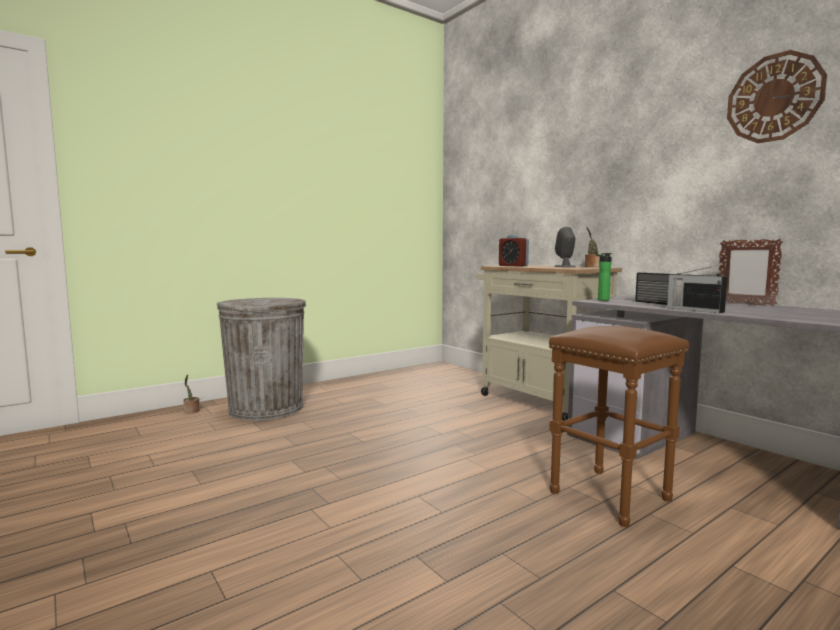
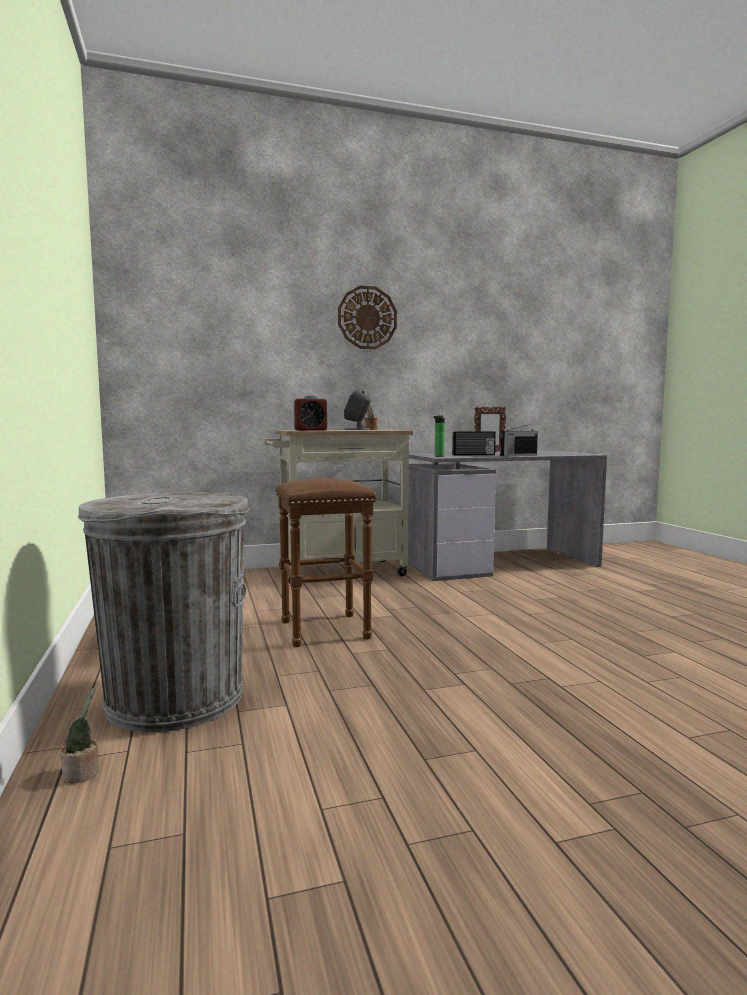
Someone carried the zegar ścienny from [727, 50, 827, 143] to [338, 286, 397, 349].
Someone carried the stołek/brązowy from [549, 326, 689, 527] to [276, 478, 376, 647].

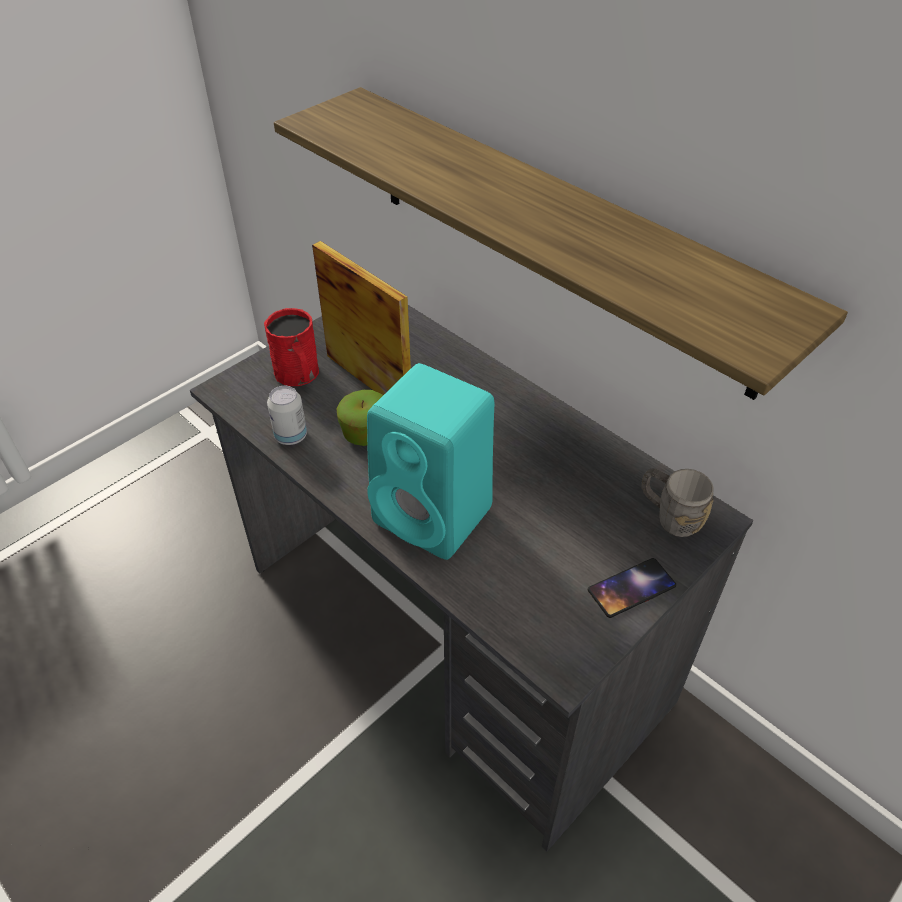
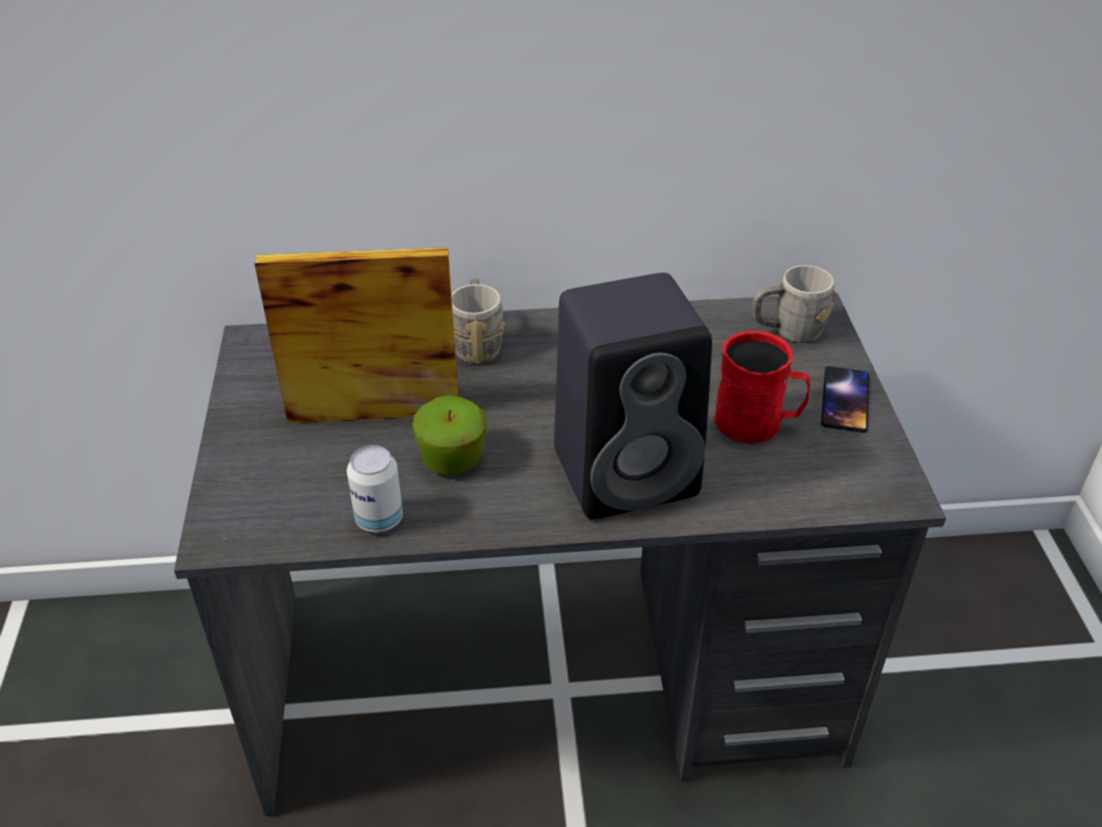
Someone took away the półka at [274, 87, 848, 400].
Someone carried the kubek/czerwony from [264, 308, 319, 386] to [714, 331, 810, 444].
Someone repainted the głośnik/turkusowy at [367, 363, 494, 560], which became the głośnik/czarny at [554, 273, 712, 520].
Someone put down the kubek/szary at [451, 278, 505, 364].

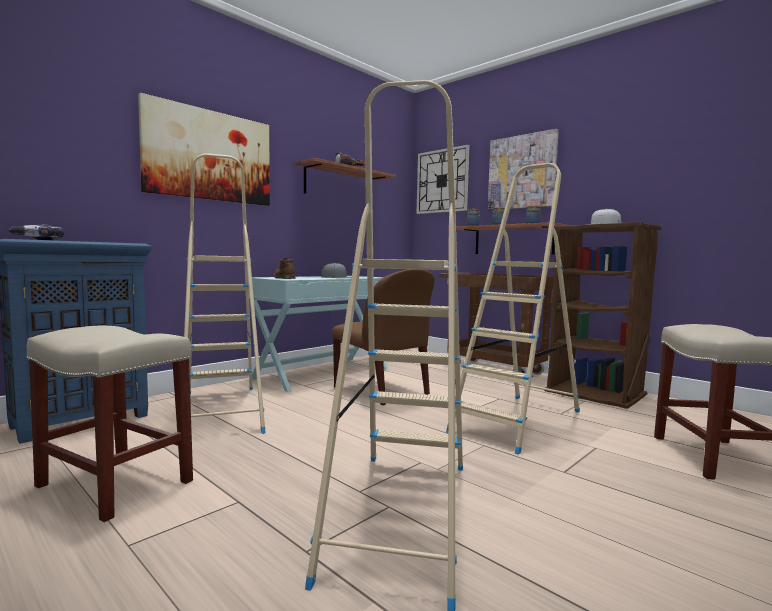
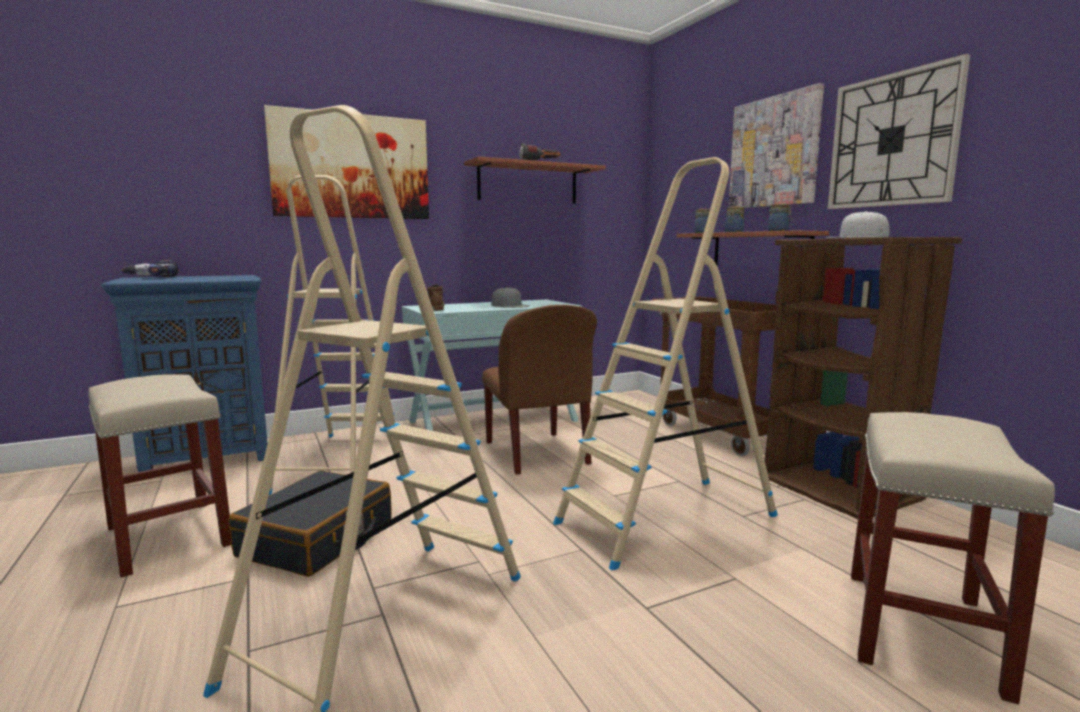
Someone carried the zegar ścienny from [417, 145, 470, 214] to [828, 54, 970, 209].
Someone put down the walizka/czarny at [228, 471, 392, 577].

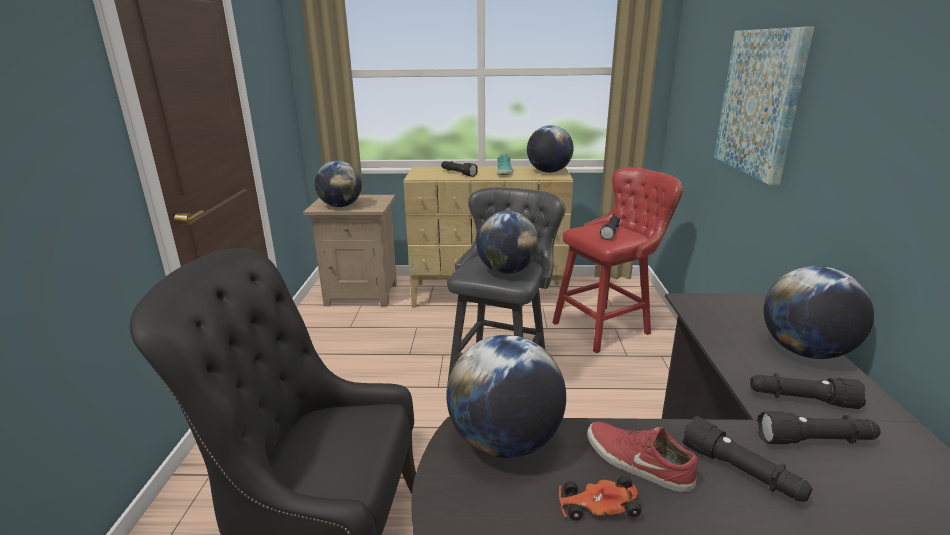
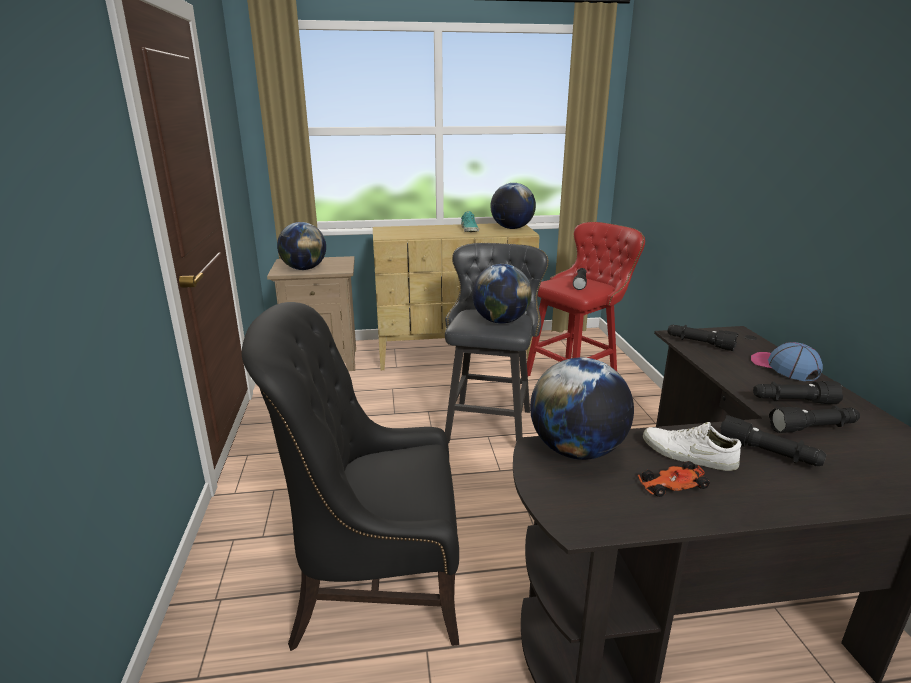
Someone took away the obraz at [714, 27, 815, 186].
Someone carried the latarka/czarny from [441, 161, 478, 177] to [668, 325, 738, 351].
Someone swapped the globus at [763, 266, 874, 359] for the czapka z daszkiem at [751, 342, 823, 381].
Someone repainted the but/czerwony at [587, 422, 697, 492], which became the but/biały at [643, 422, 741, 471].

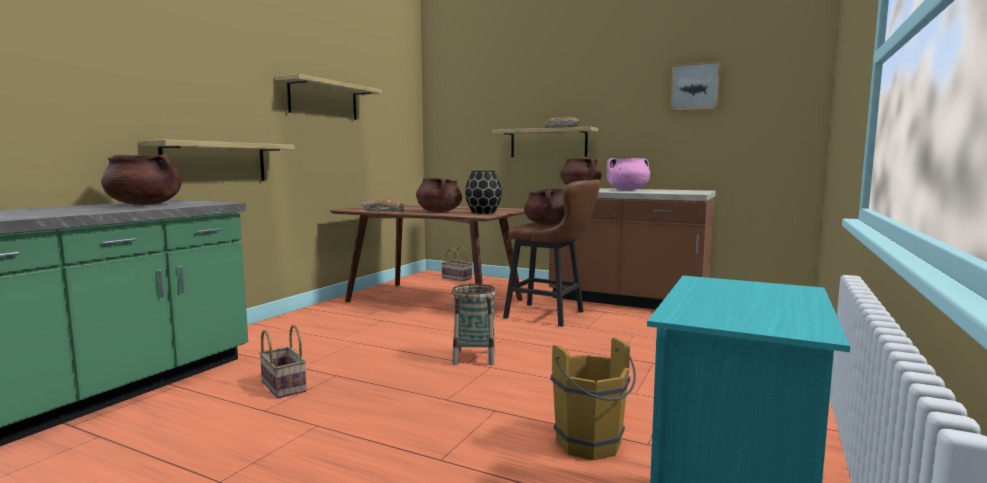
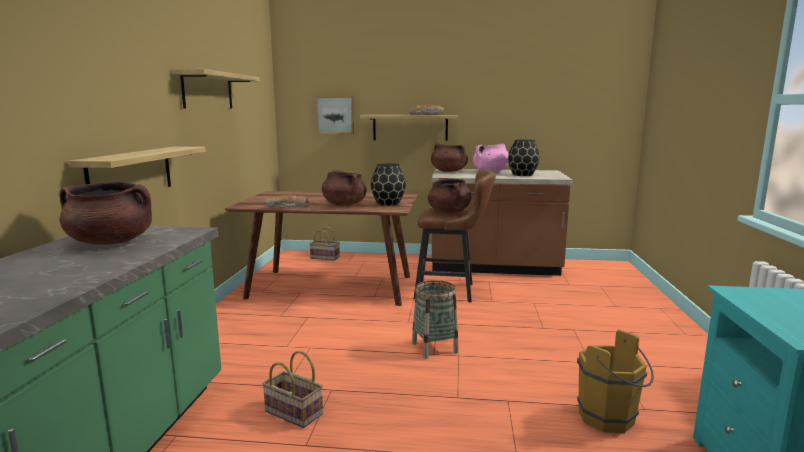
Someone carried the obraz from [670, 61, 721, 111] to [316, 96, 354, 134].
Someone put down the wazon/czarny at [508, 140, 539, 176].

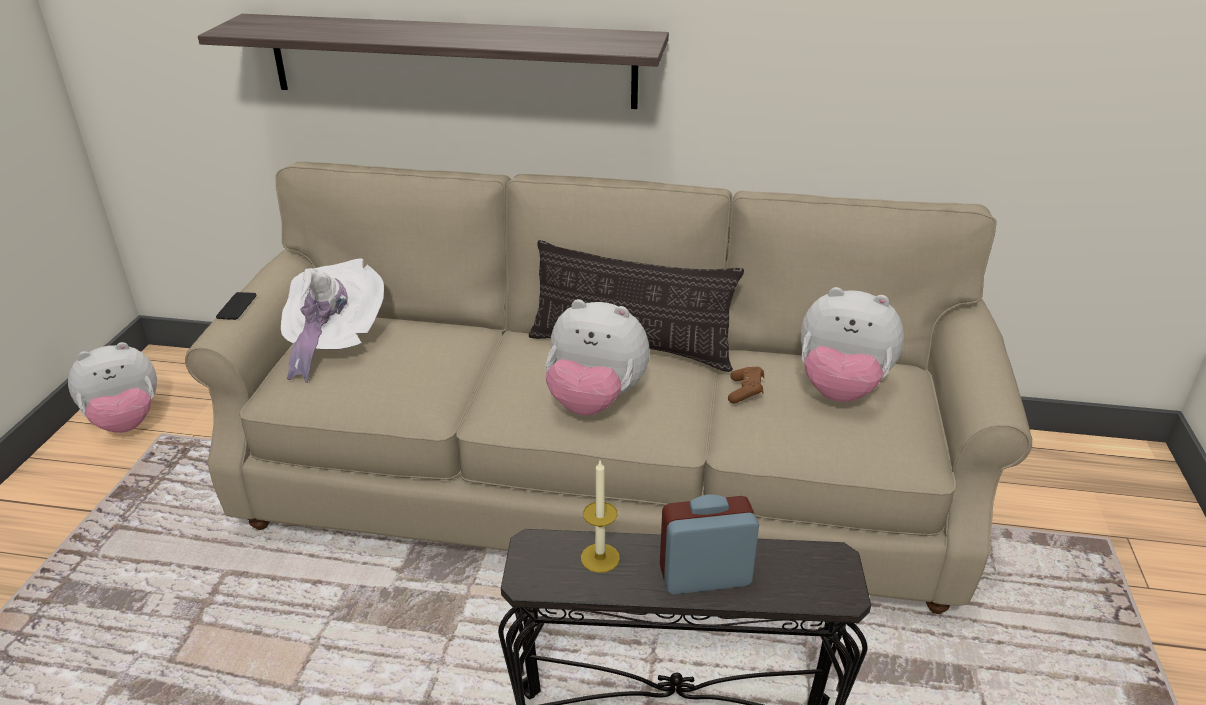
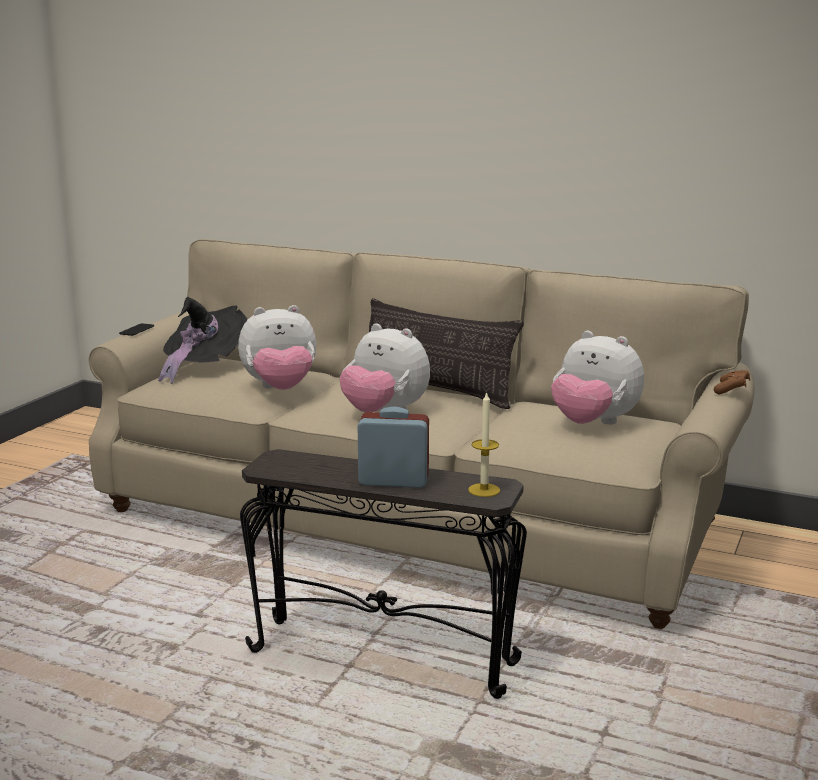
Someone took away the półka at [198, 14, 669, 109].
Someone repainted the kapelusz/biały at [281, 258, 384, 383], which became the kapelusz/czarny at [158, 297, 247, 384].
Someone carried the pluszak from [68, 342, 157, 433] to [238, 305, 316, 390].
Someone carried the pad do gier/brązowy from [728, 367, 764, 403] to [714, 370, 750, 394].
Someone carried the świeca from [581, 461, 620, 573] to [468, 391, 500, 497].

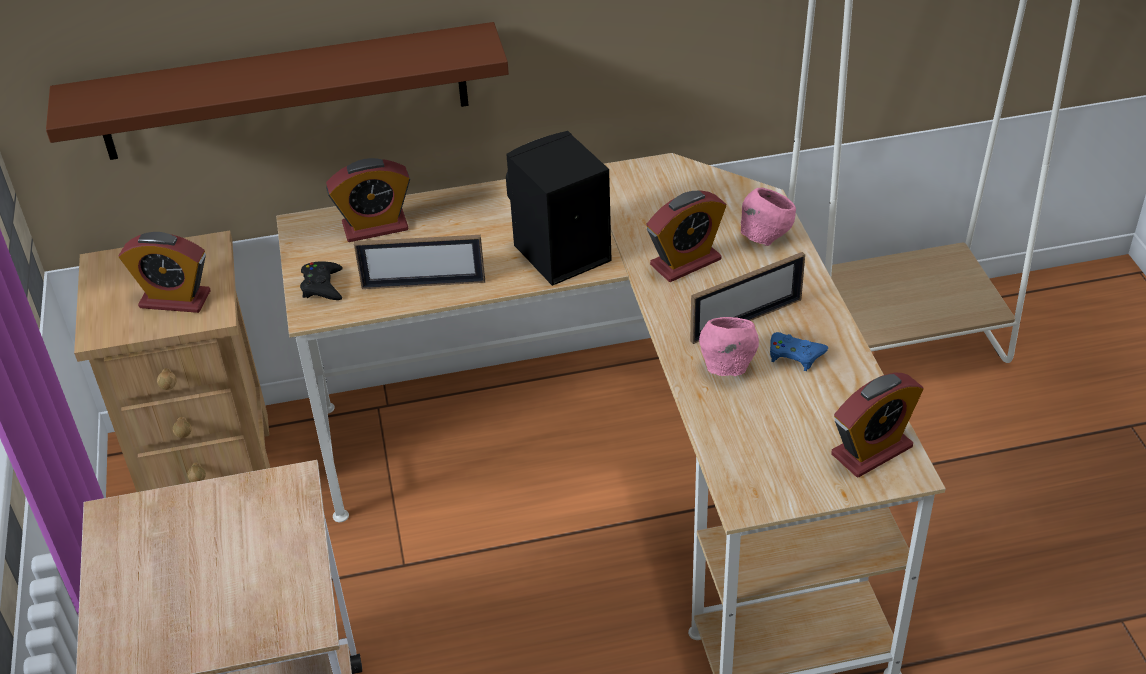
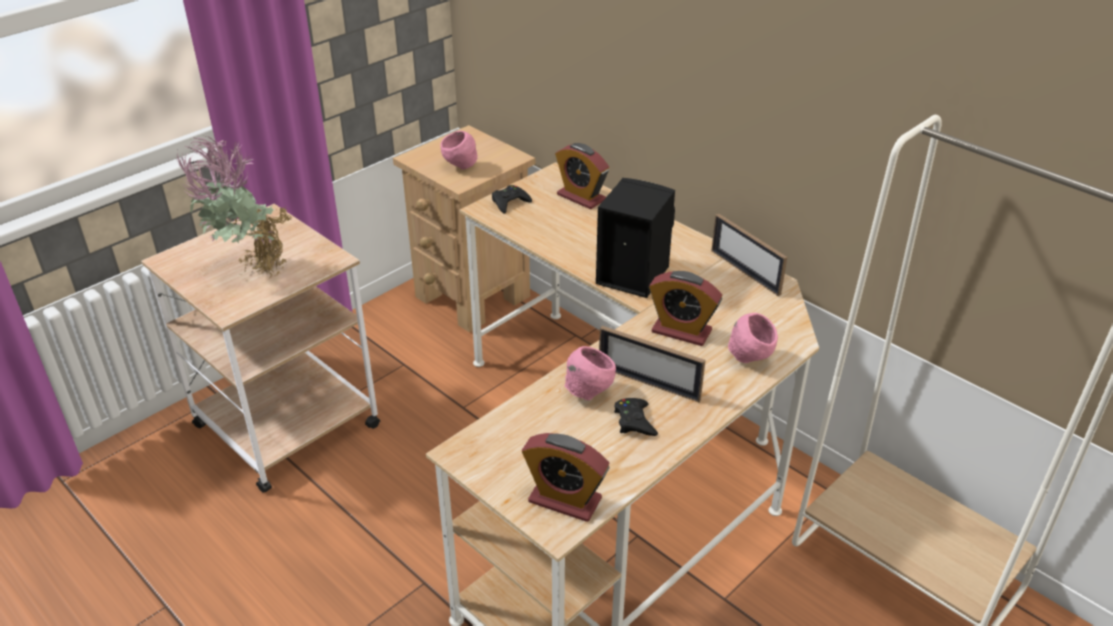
Someone took away the półka/brązowy at [46, 22, 509, 160].
Someone swapped the budzik at [118, 232, 211, 313] for the miska/różowy at [440, 131, 478, 170].
Someone carried the ramka na zdjęcie from [354, 235, 485, 289] to [712, 213, 787, 296].
Someone repainted the pad do gier/niebieski at [770, 332, 828, 371], which became the pad do gier/czarny at [614, 398, 658, 436].
Someone put down the roślina doniczkowa at [176, 136, 292, 279].

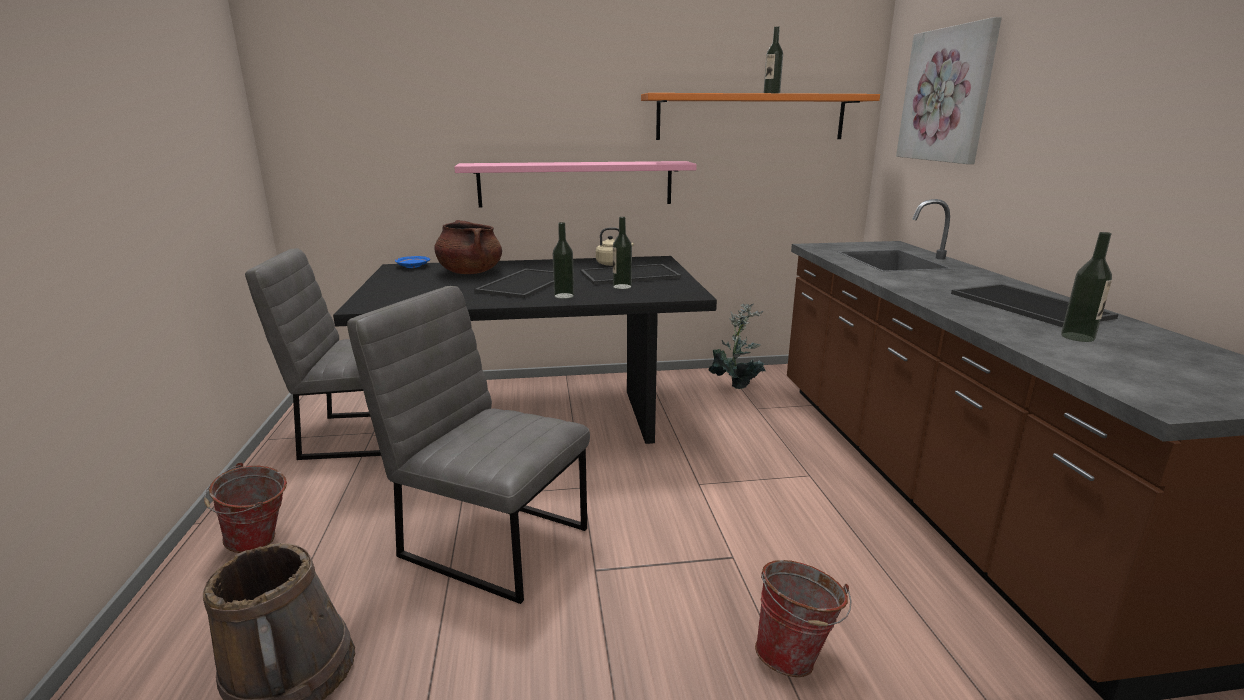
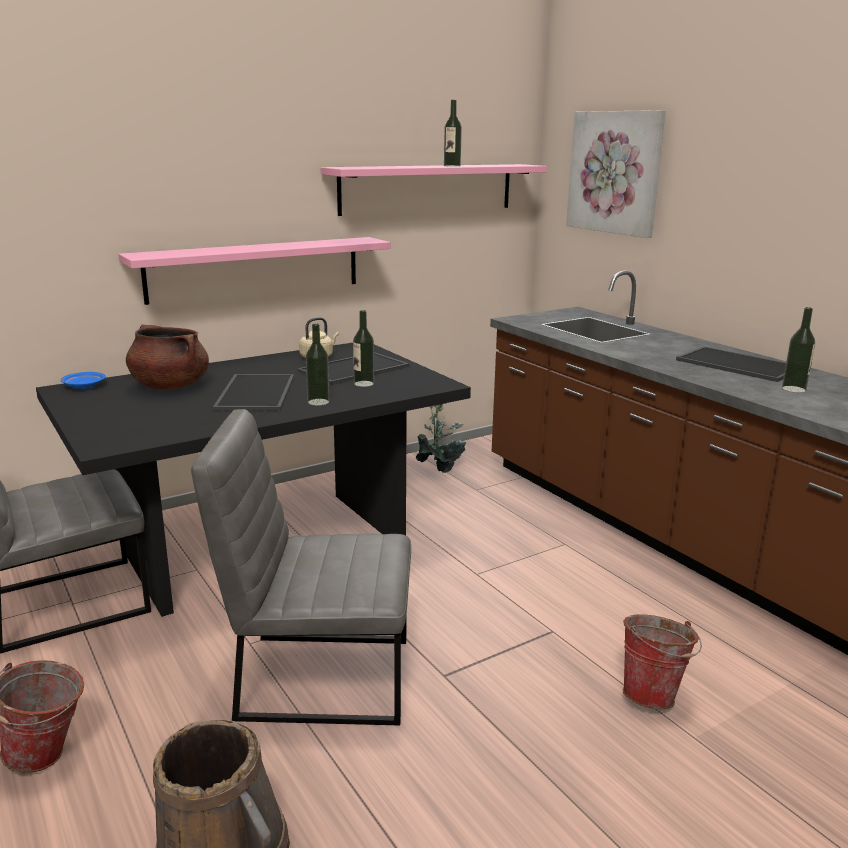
Someone repainted the półka/pomarańczowy at [641, 93, 880, 140], which became the półka/różowy at [321, 164, 547, 216].

